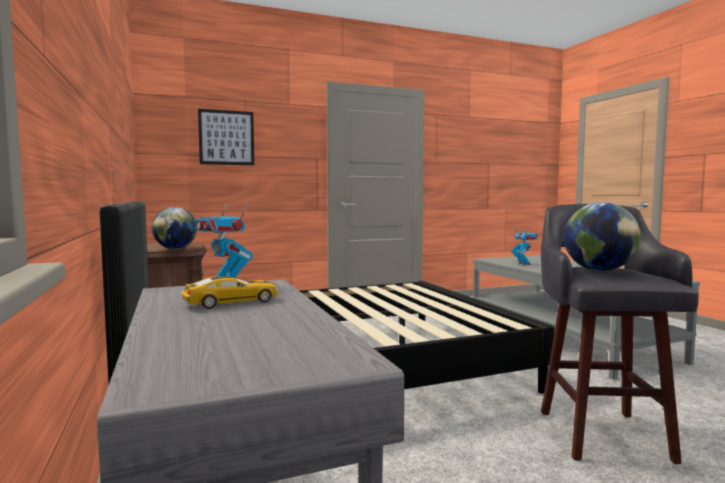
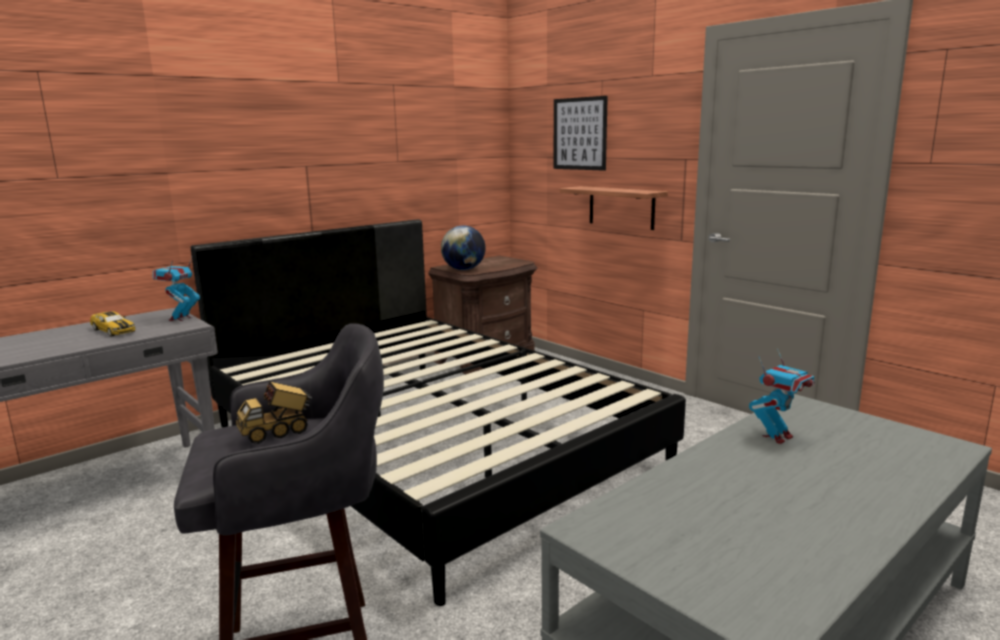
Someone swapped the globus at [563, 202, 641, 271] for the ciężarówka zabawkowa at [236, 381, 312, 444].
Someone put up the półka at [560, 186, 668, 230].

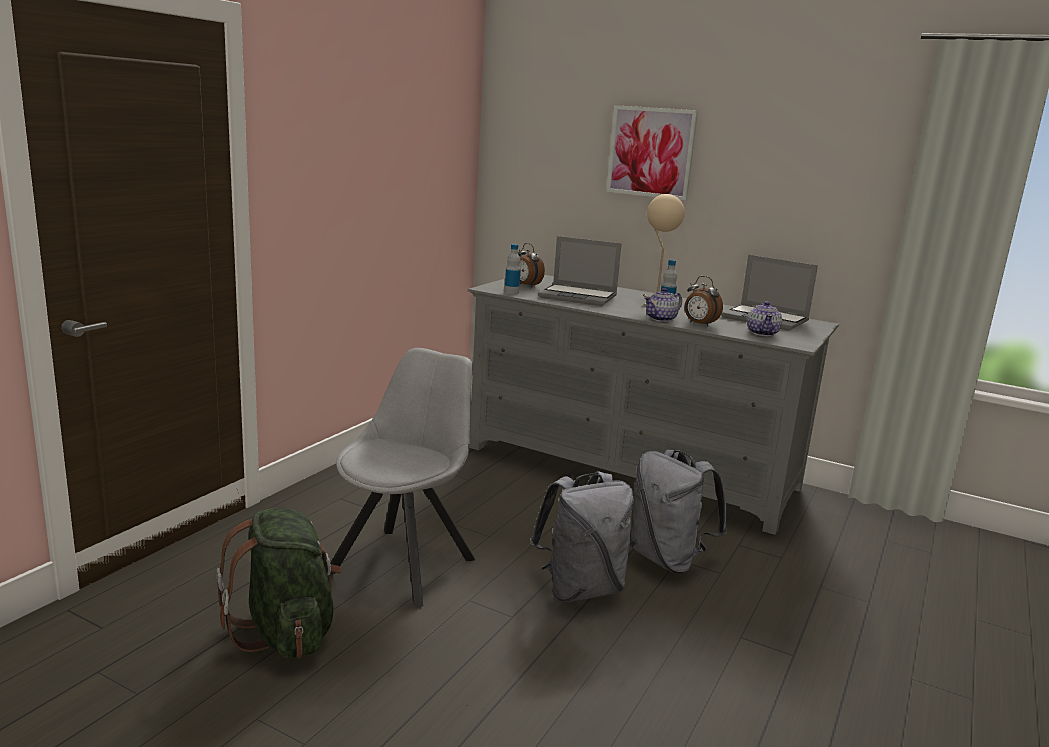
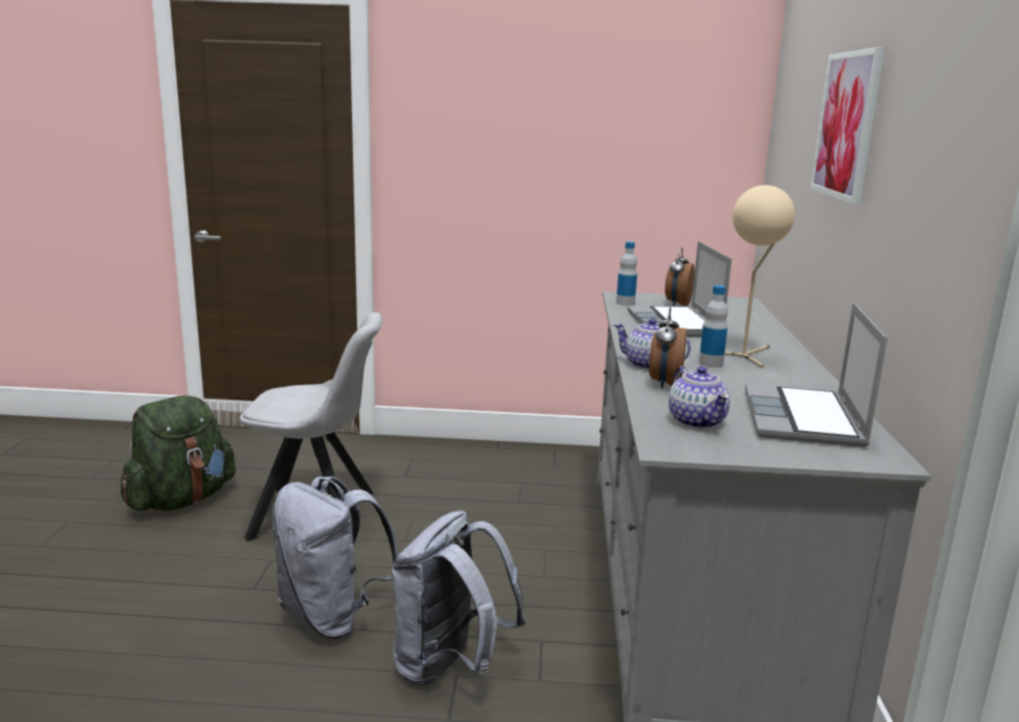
Someone rotated the imbryk at [747, 301, 782, 336] by 90 degrees counterclockwise.

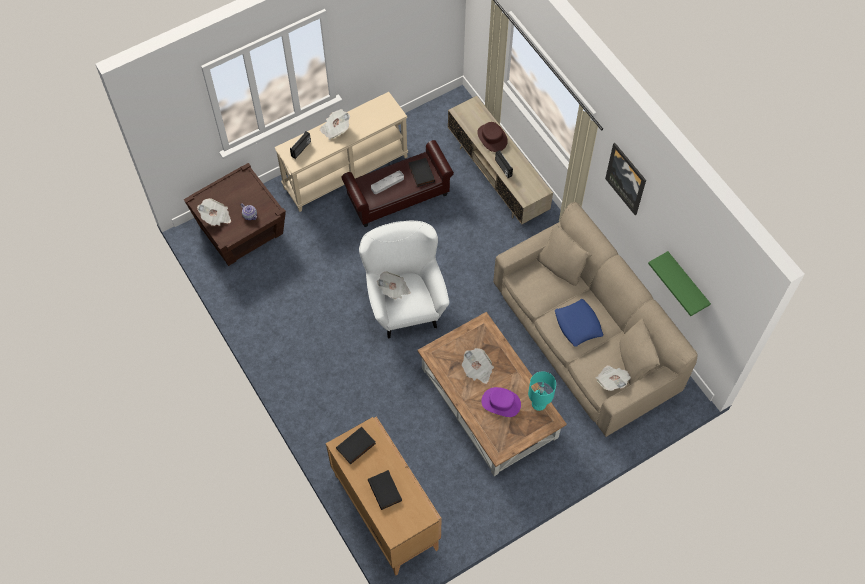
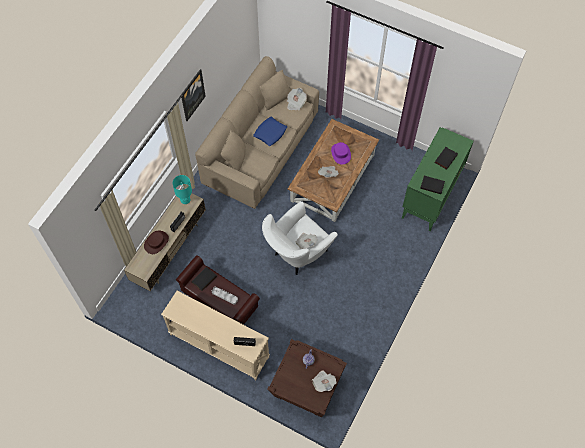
Someone took away the gazeta at [320, 109, 350, 140].
Someone took away the półka/zielony at [648, 251, 711, 316].
Someone carried the lampa stołowa/turkusowy from [528, 371, 556, 411] to [173, 175, 192, 204].
Someone repainted the szafka/brązowy at [326, 416, 442, 576], which became the szafka/zielony at [402, 127, 474, 231].

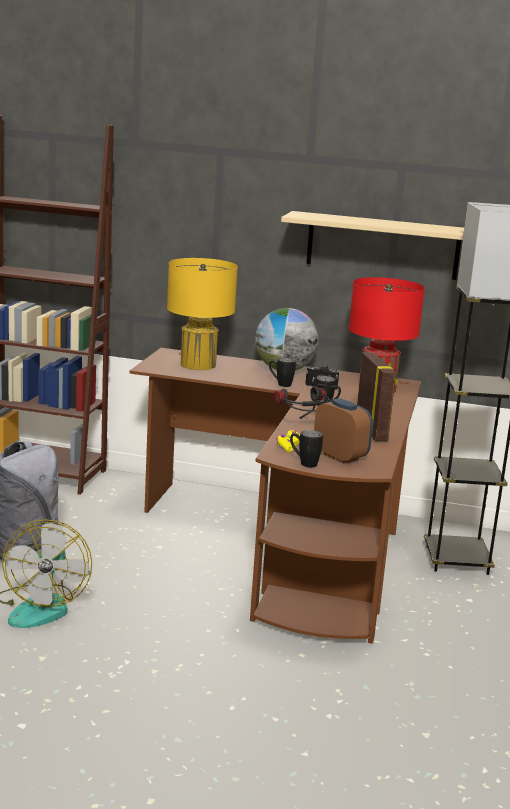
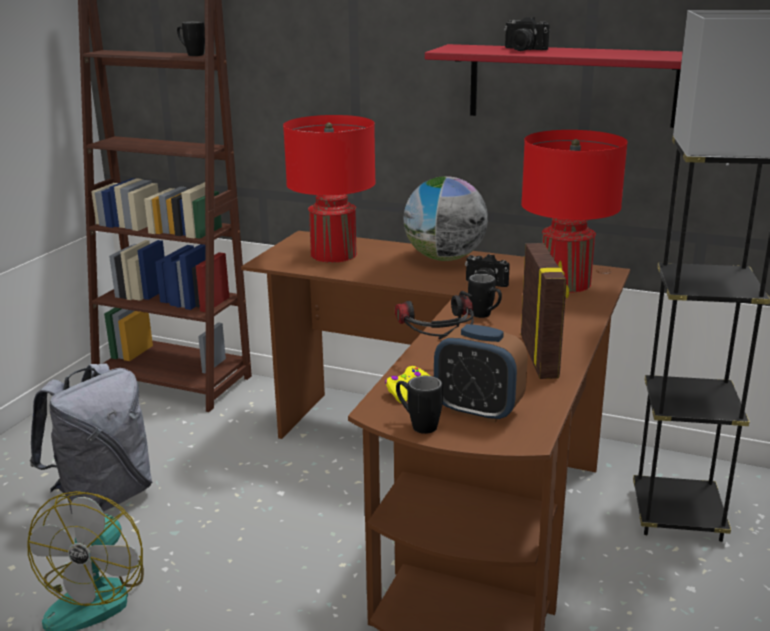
Someone repainted the półka/beżowy at [281, 211, 464, 280], which became the półka/czerwony at [425, 44, 683, 128].
Someone repainted the lampa stołowa/żółty at [167, 258, 238, 370], which became the lampa stołowa/czerwony at [283, 115, 376, 263].
Someone carried the kubek/czarny from [269, 357, 296, 387] to [177, 21, 205, 56].
Someone rotated the budzik at [314, 398, 373, 464] by 150 degrees clockwise.
Someone put down the aparat fotograficzny at [504, 17, 550, 51].

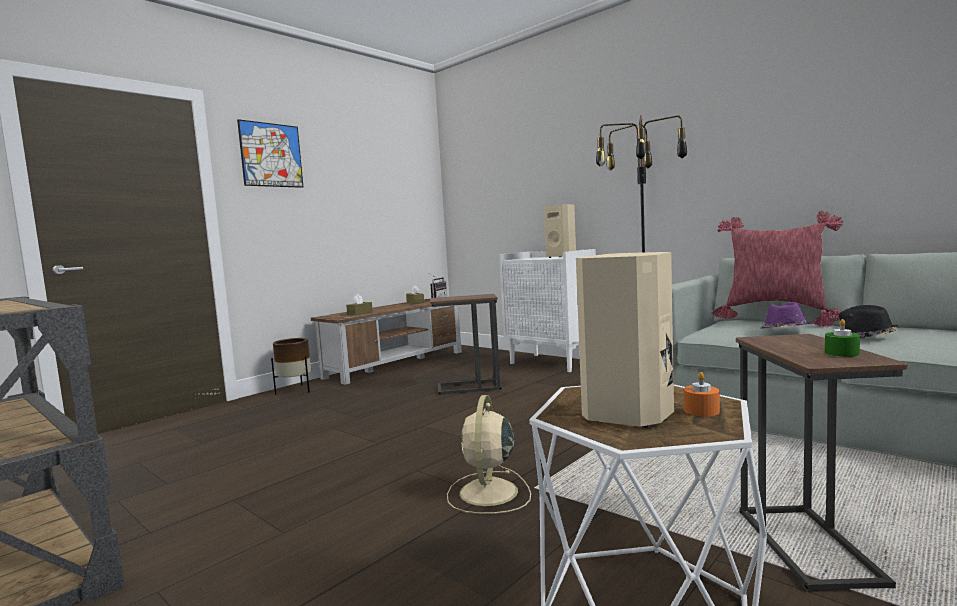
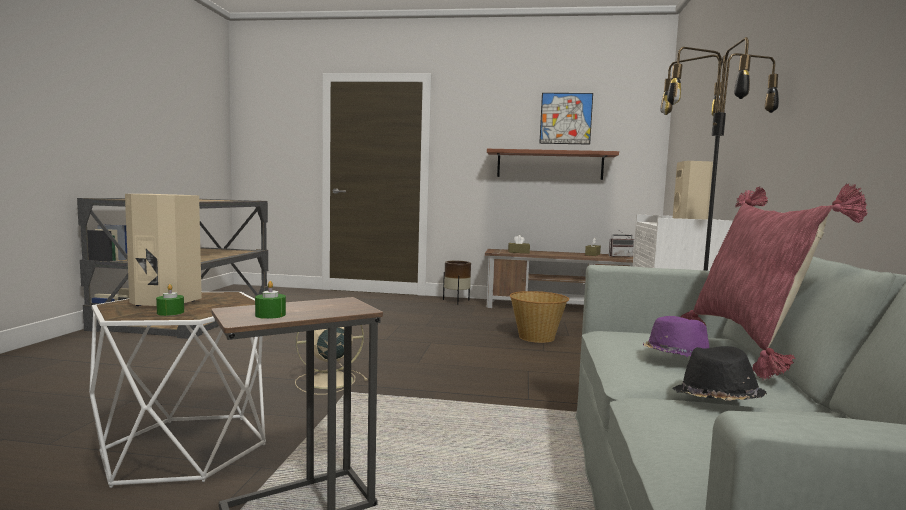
Someone carried the obraz from [237, 119, 303, 188] to [539, 93, 593, 145].
Someone swapped the stolik/brązowy at [430, 294, 502, 395] for the koszyk at [510, 291, 569, 343].
Someone repainted the świeca/pomarańczowy at [684, 372, 720, 416], which became the świeca/zielony at [156, 284, 184, 316].
Someone put up the półka/brązowy at [487, 149, 619, 180].

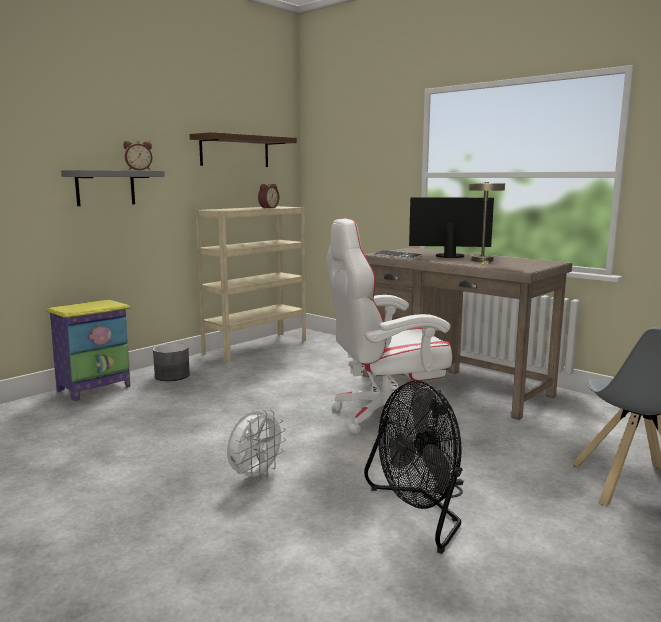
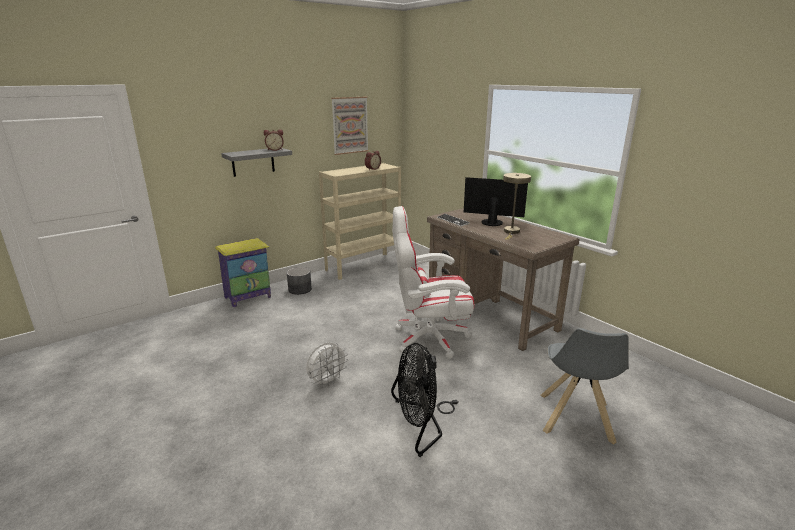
Someone swapped the półka/brązowy at [189, 132, 297, 167] for the obraz at [331, 97, 369, 155].

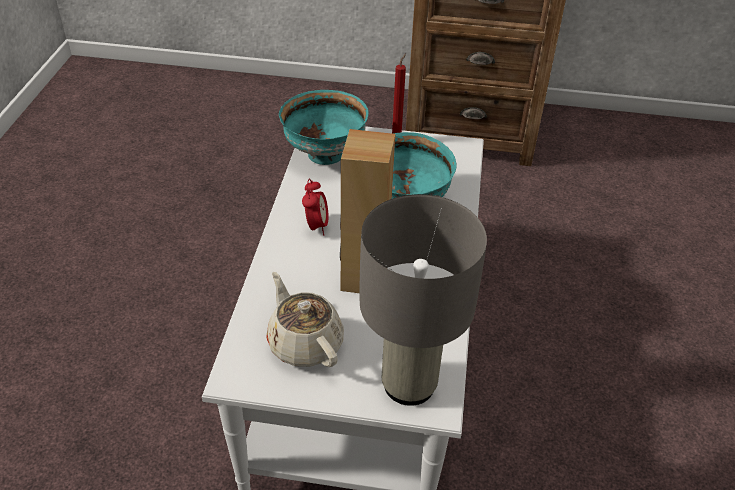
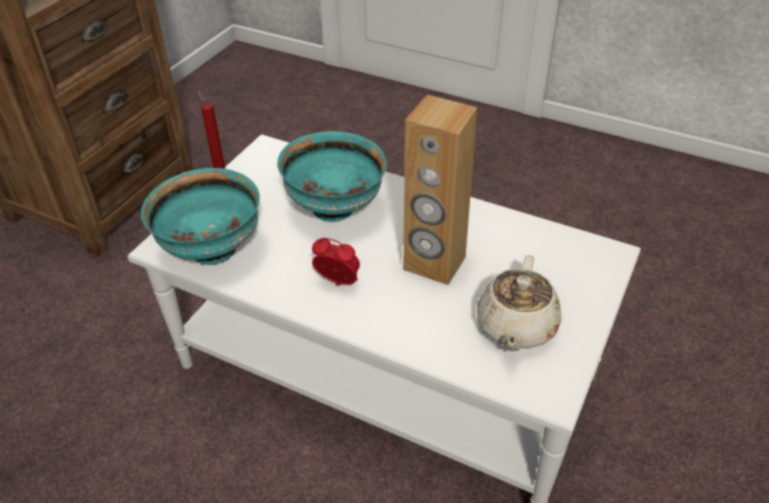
Someone took away the lampa stołowa/szary at [359, 194, 487, 406].
Someone rotated the imbryk/beżowy at [266, 272, 344, 367] by 60 degrees counterclockwise.

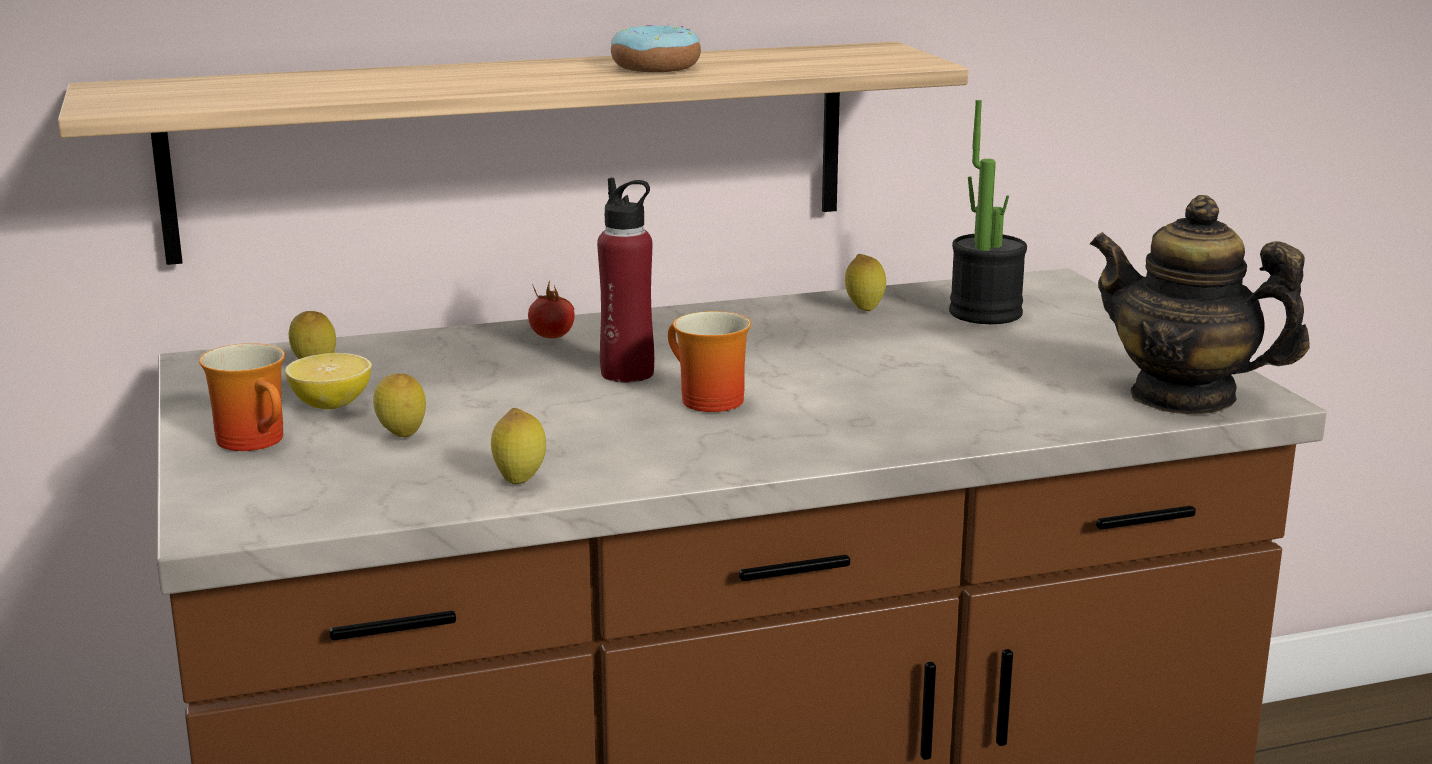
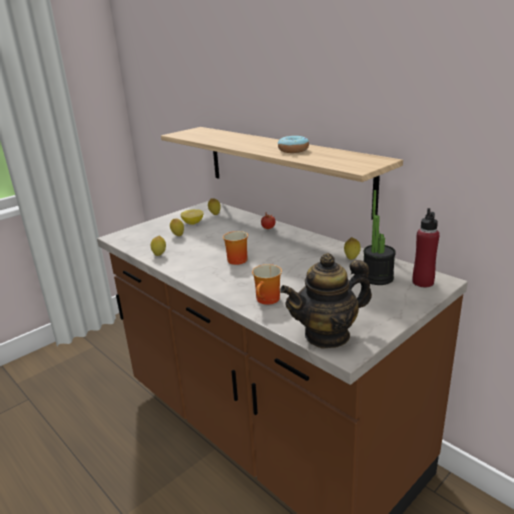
Someone carried the butelka/czerwony from [597, 178, 654, 383] to [412, 208, 440, 287].
Someone rotated the imbryk at [1090, 195, 1310, 415] by 120 degrees counterclockwise.
Someone carried the kubek from [199, 343, 285, 451] to [252, 264, 282, 305].

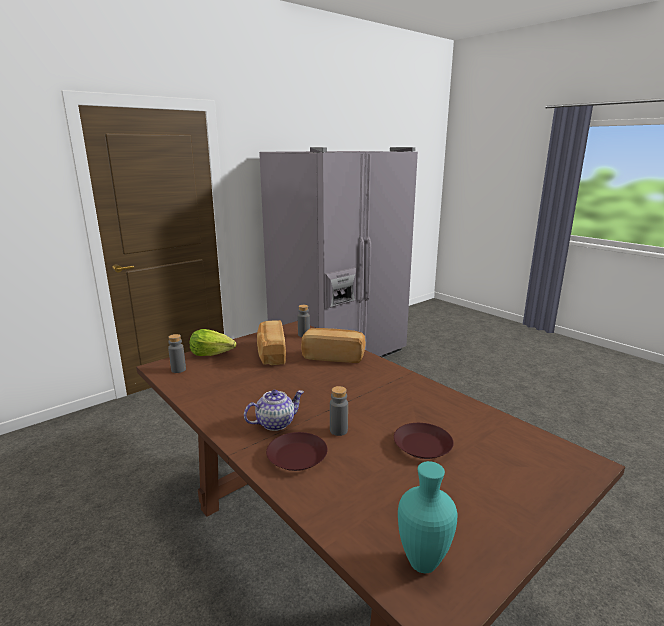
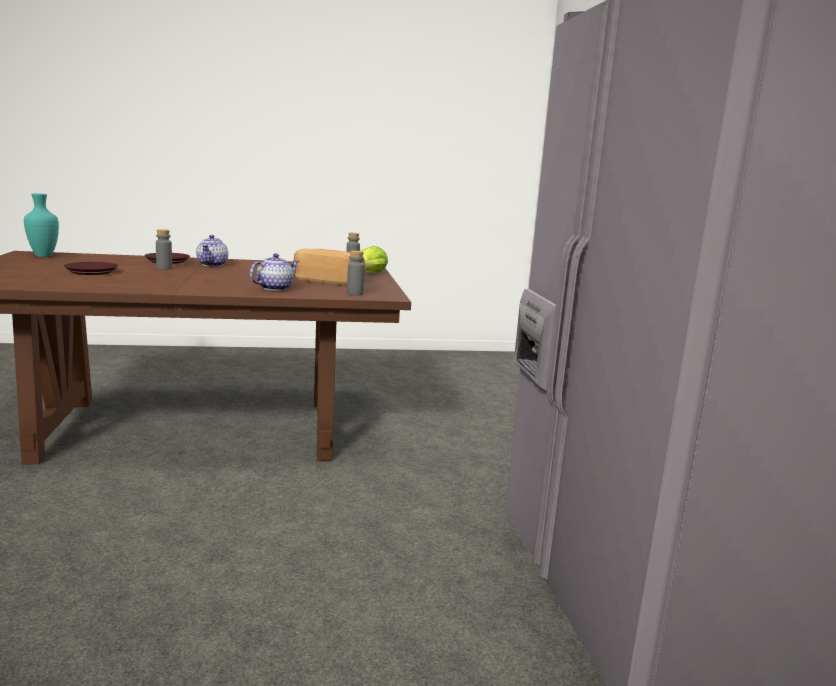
Someone swapped the chleb at [301, 328, 366, 363] for the imbryk at [250, 253, 300, 291].

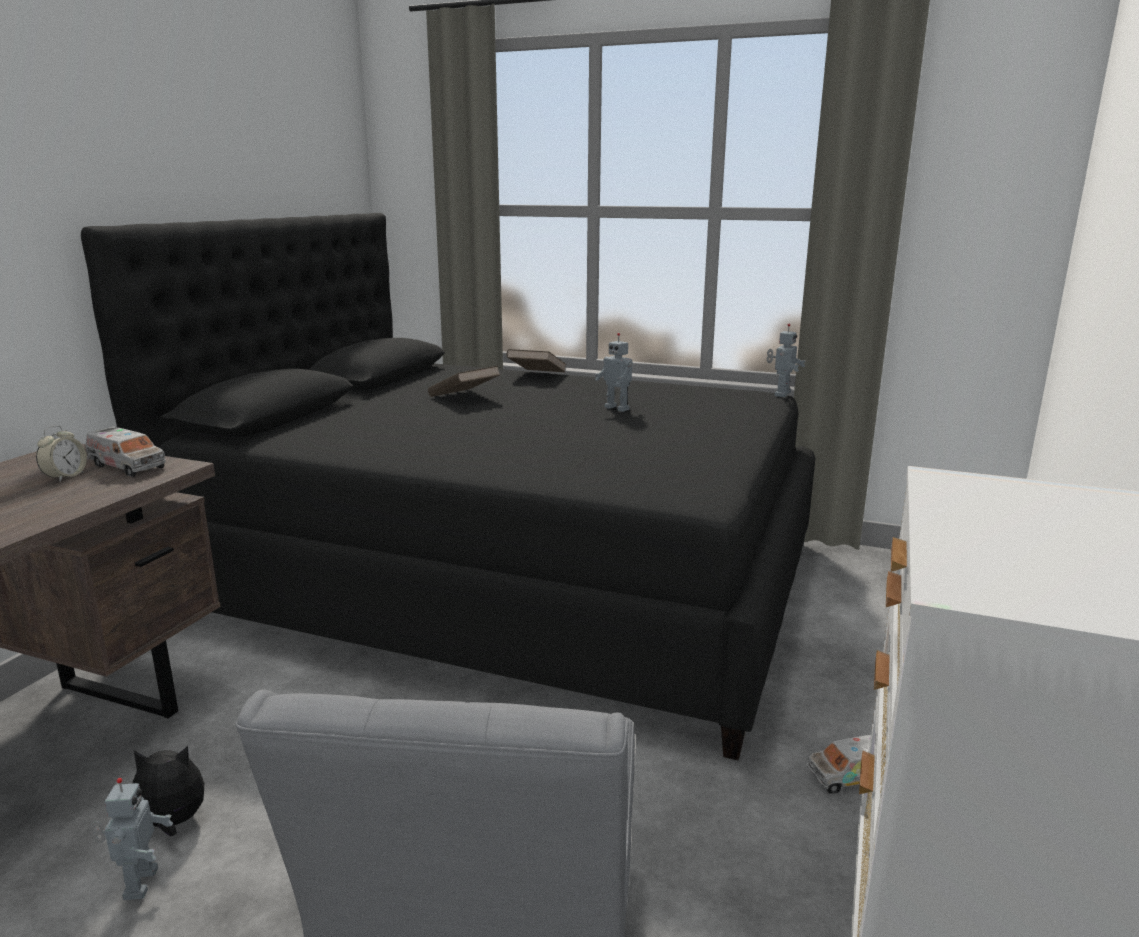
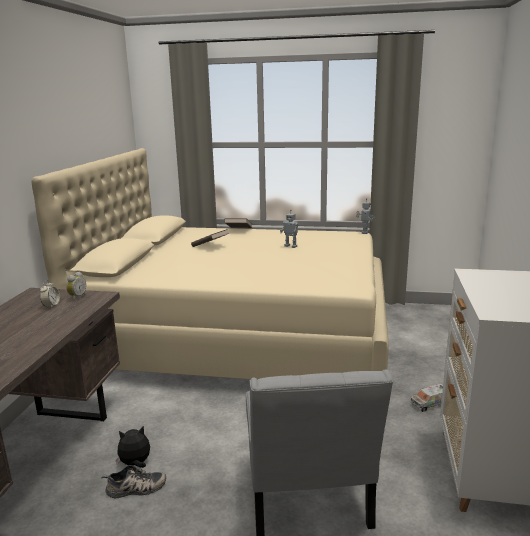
Someone repainted the łóżko/czarny at [81, 213, 816, 760], which became the łóżko/beżowy at [31, 148, 389, 379].
Someone swapped the ciężarówka zabawkowa at [86, 427, 166, 477] for the budzik at [66, 272, 86, 301].
Someone swapped the robot zabawkowy at [91, 778, 173, 900] for the but at [101, 465, 166, 498].

